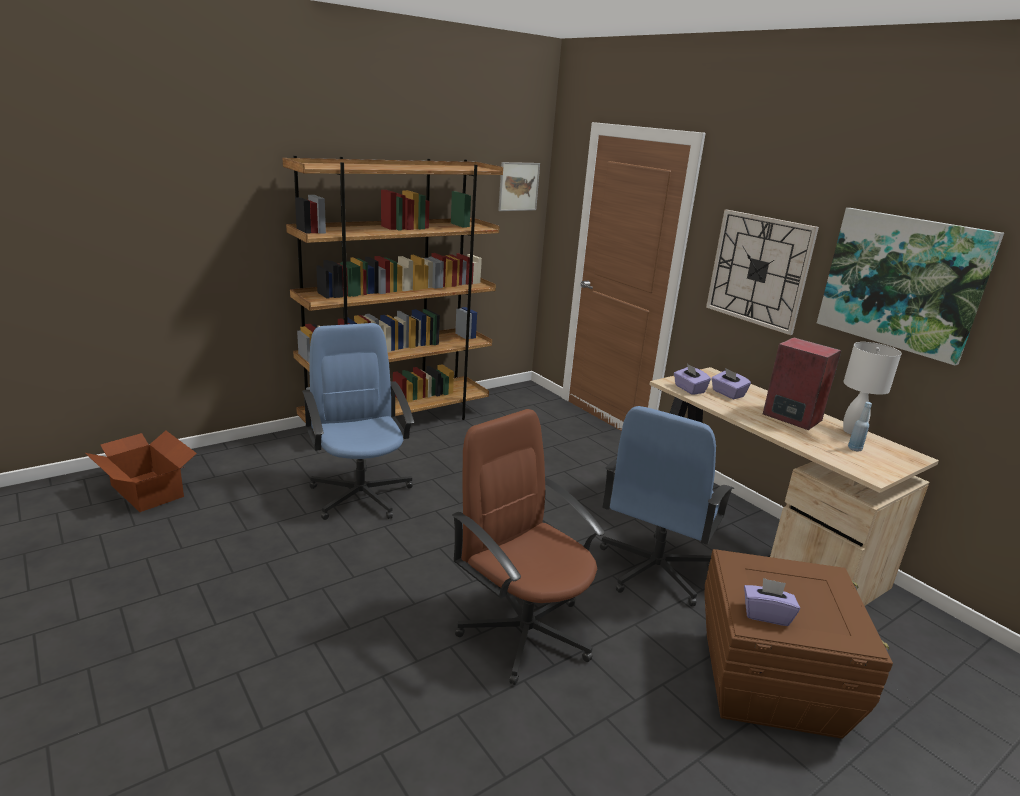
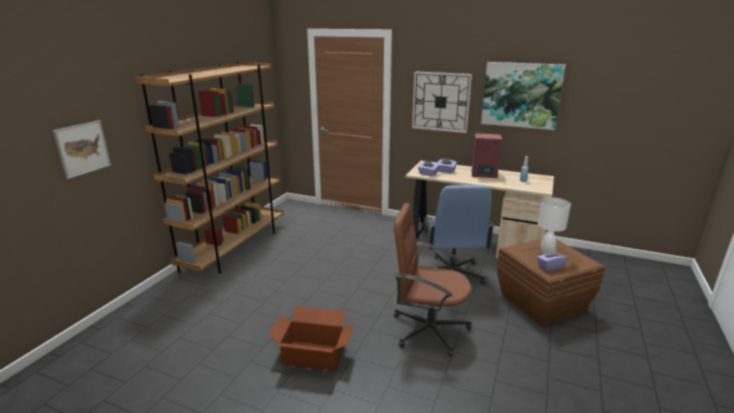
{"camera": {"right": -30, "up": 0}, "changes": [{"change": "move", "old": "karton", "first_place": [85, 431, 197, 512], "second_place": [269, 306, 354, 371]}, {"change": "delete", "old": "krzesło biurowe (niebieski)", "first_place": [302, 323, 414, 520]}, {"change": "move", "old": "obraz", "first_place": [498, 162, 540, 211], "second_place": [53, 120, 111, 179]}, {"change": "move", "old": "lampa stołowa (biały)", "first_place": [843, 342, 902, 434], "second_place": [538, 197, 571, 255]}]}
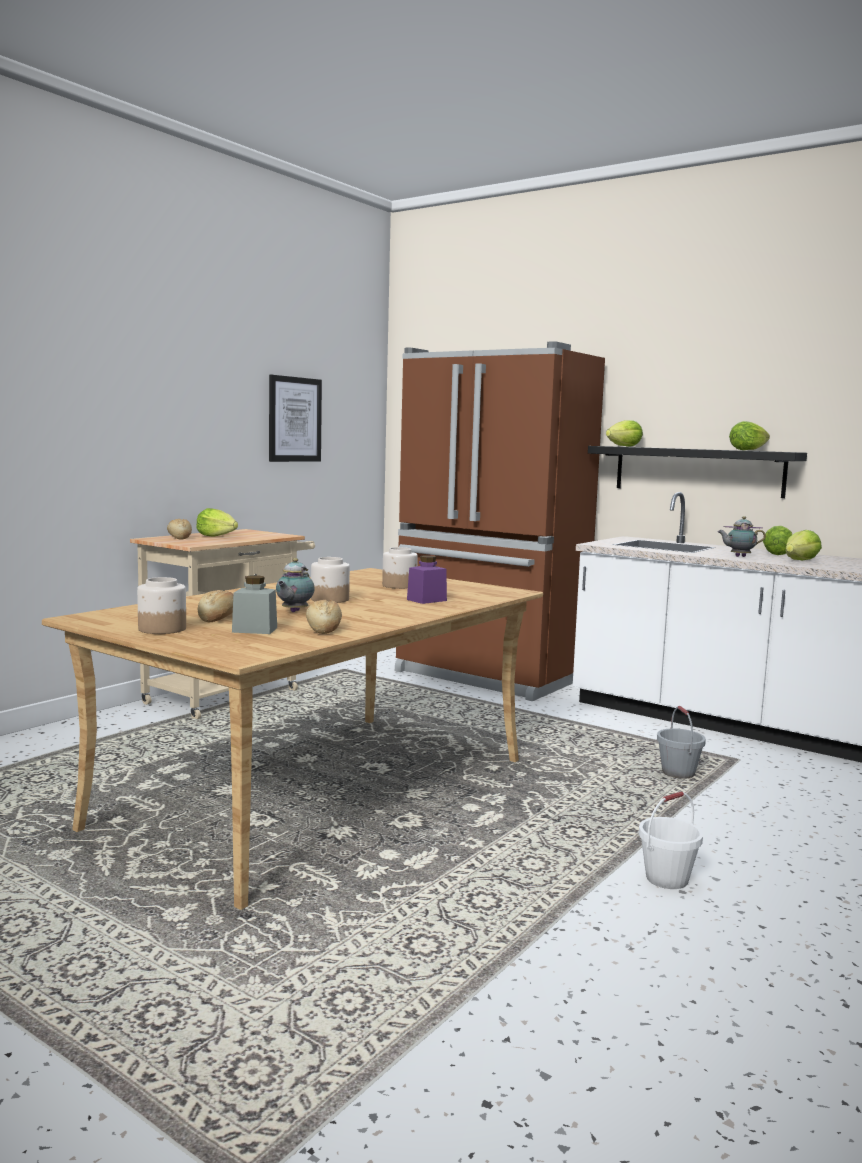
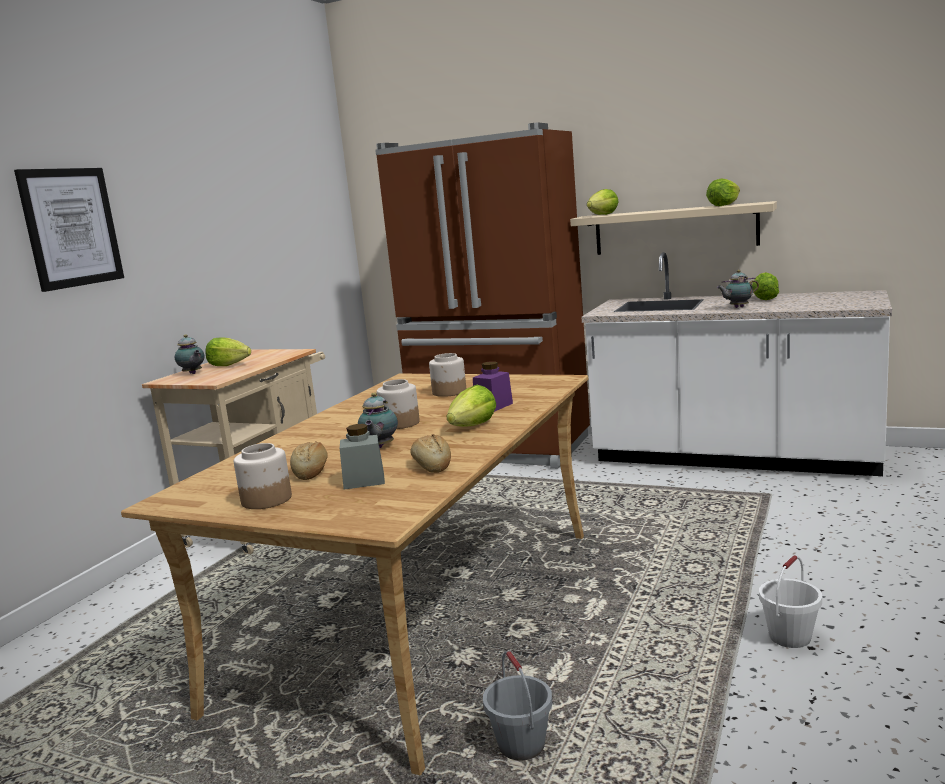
{"camera": {"right": -10, "up": 5}, "changes": [{"change": "replace", "old": "chleb", "new": "imbryk", "first_place": [167, 519, 192, 540], "second_place": [175, 334, 205, 374]}, {"change": "move", "old": "obraz", "first_place": [269, 375, 322, 462], "second_place": [14, 168, 124, 292]}, {"change": "recolor", "old": "półka (czarny)", "new": "półka (beżowy)", "first_place": [588, 446, 807, 498], "second_place": [570, 201, 777, 255]}, {"change": "move", "old": "wiadro (szary)", "first_place": [657, 706, 706, 779], "second_place": [483, 651, 552, 761]}, {"change": "move", "old": "sałata", "first_place": [786, 530, 822, 560], "second_place": [447, 385, 496, 427]}]}
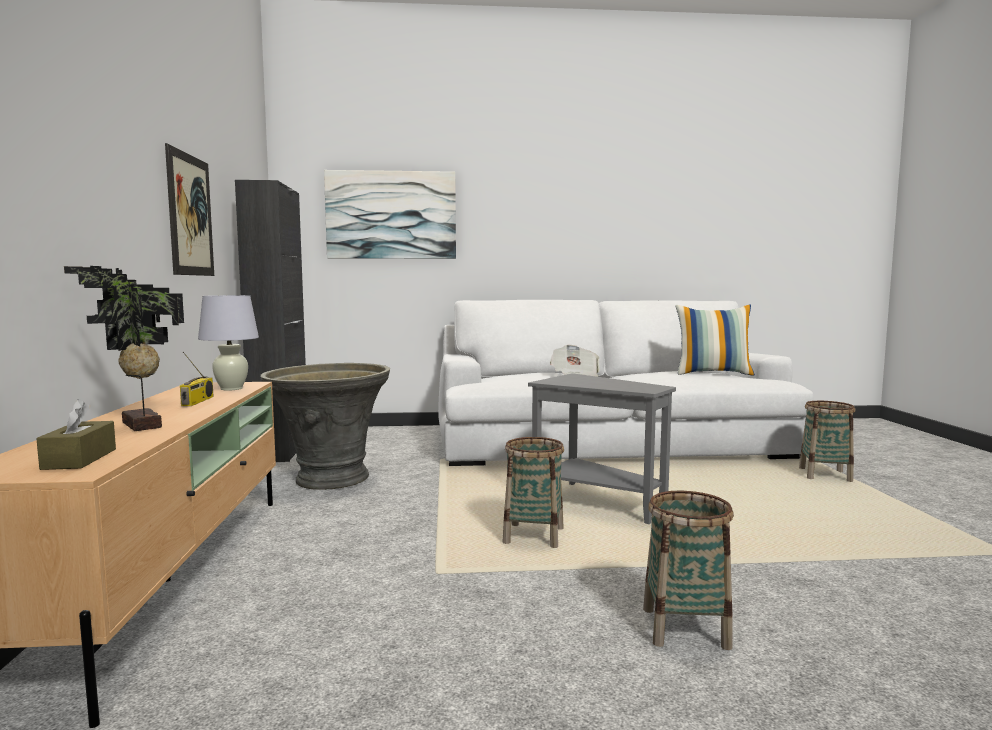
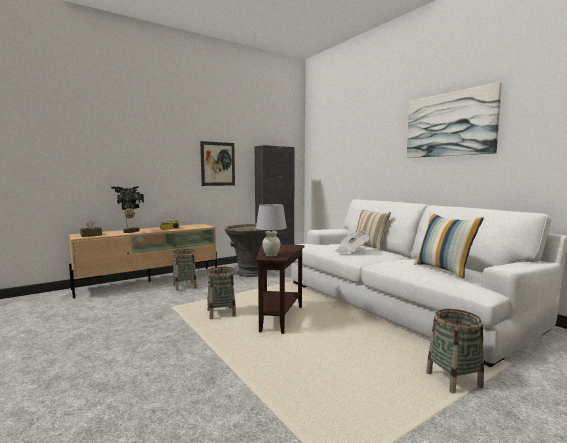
{"camera": {"right": 60, "up": 0}, "changes": [{"change": "move", "old": "lampa stołowa (biały)", "first_place": [198, 295, 259, 391], "second_place": [256, 204, 287, 257]}, {"change": "move", "old": "obraz", "first_place": [324, 170, 456, 259], "second_place": [407, 82, 502, 158]}, {"change": "recolor", "old": "stolik (szary)", "new": "stolik (brązowy)", "first_place": [528, 373, 676, 524], "second_place": [256, 244, 304, 334]}, {"change": "move", "old": "koszyk", "first_place": [643, 491, 734, 650], "second_place": [172, 249, 197, 291]}, {"change": "insert", "new": "poduszka (beżowy)", "second_place": [356, 209, 391, 250]}]}
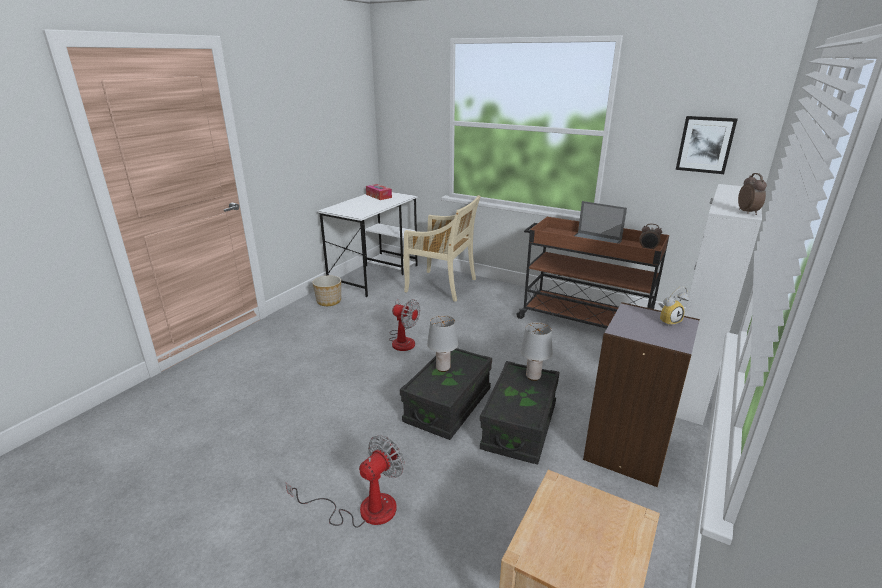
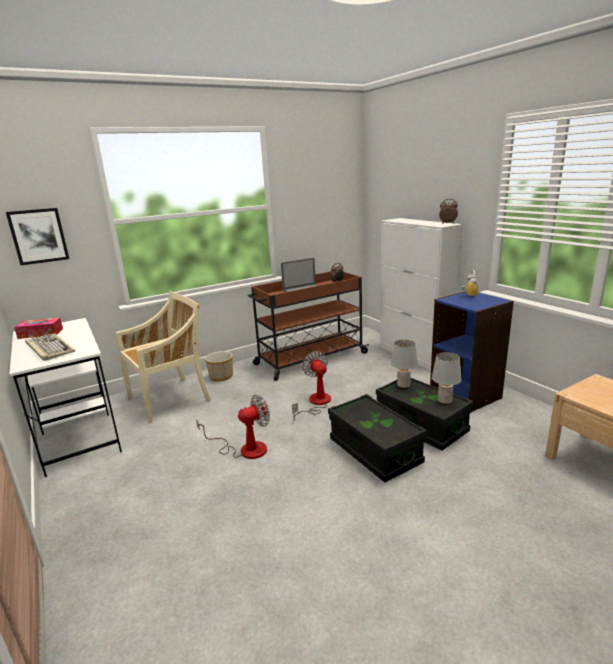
{"camera": {"right": -60, "up": -5}, "changes": [{"change": "move", "old": "wentylator", "first_place": [285, 435, 405, 528], "second_place": [292, 351, 331, 418]}, {"change": "move", "old": "donica", "first_place": [312, 275, 341, 306], "second_place": [205, 351, 233, 381]}, {"change": "move", "old": "lampa stołowa (szary)", "first_place": [427, 315, 458, 372], "second_place": [432, 352, 462, 405]}, {"change": "recolor", "old": "regał (szary)", "new": "regał (niebieski)", "first_place": [583, 302, 700, 487], "second_place": [430, 291, 514, 412]}, {"change": "move", "old": "obraz", "first_place": [676, 116, 738, 174], "second_place": [6, 208, 69, 265]}, {"change": "insert", "new": "klawiatura", "second_place": [25, 333, 75, 361]}]}
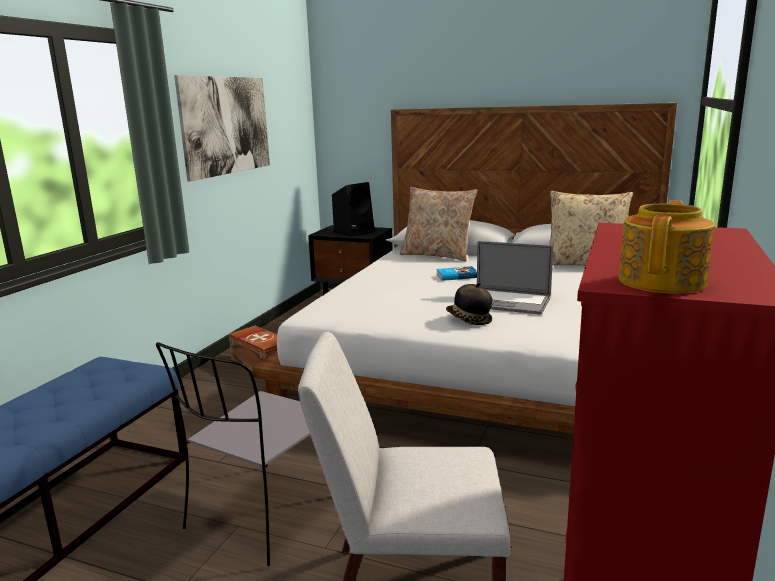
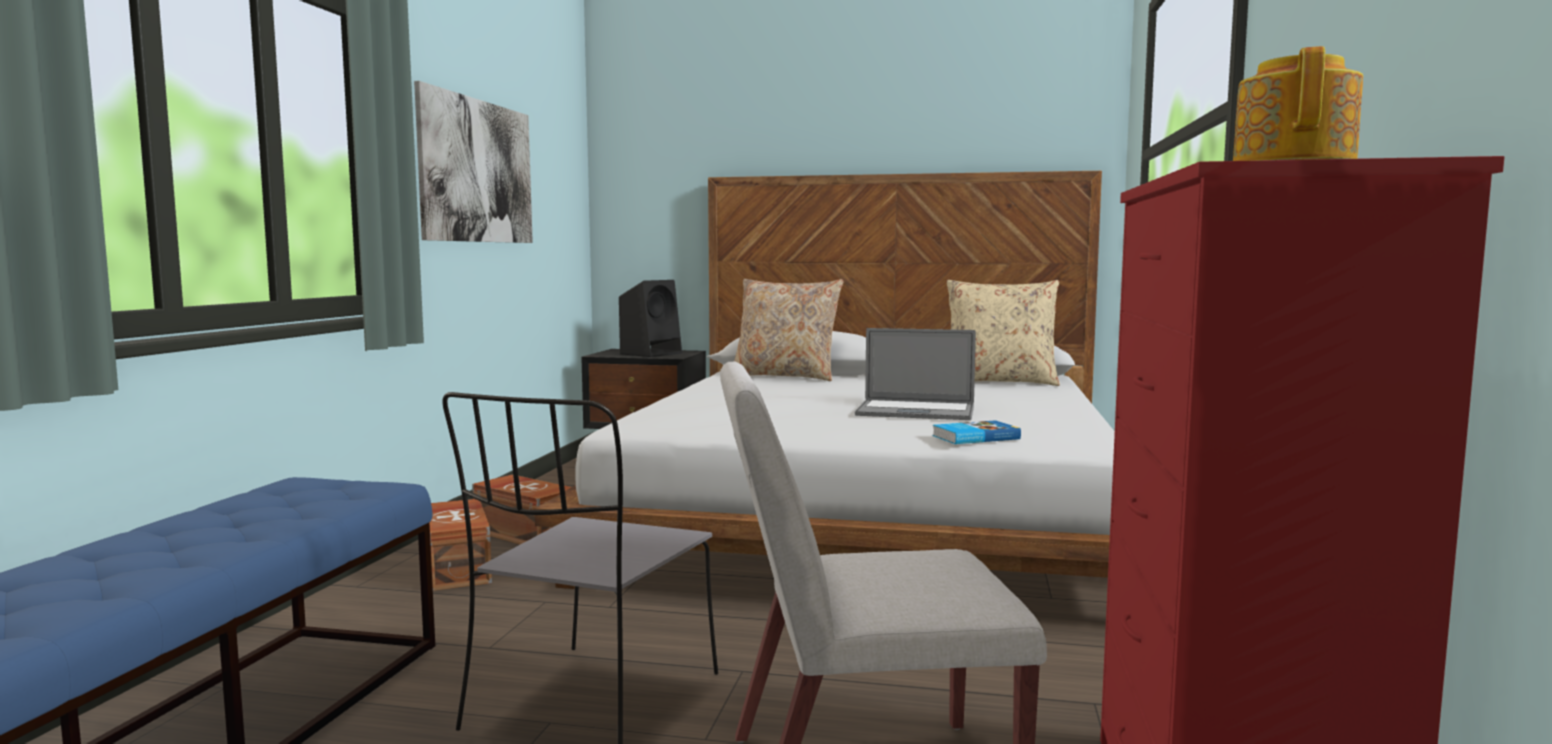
{"camera": {"right": -10, "up": -10}, "changes": [{"change": "move", "old": "książka", "first_place": [436, 266, 477, 281], "second_place": [932, 420, 1021, 444]}, {"change": "delete", "old": "kapelusz", "first_place": [446, 282, 492, 325]}, {"change": "insert", "new": "pojemnik do przechowywania (brązowy)", "second_place": [430, 499, 492, 591]}]}
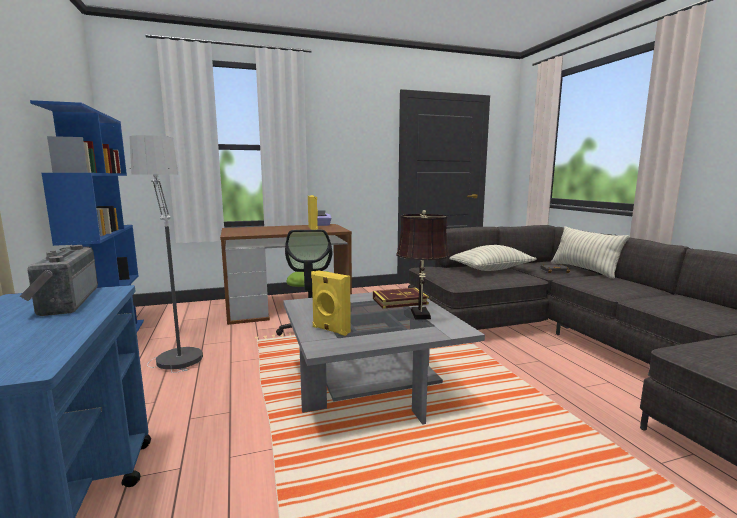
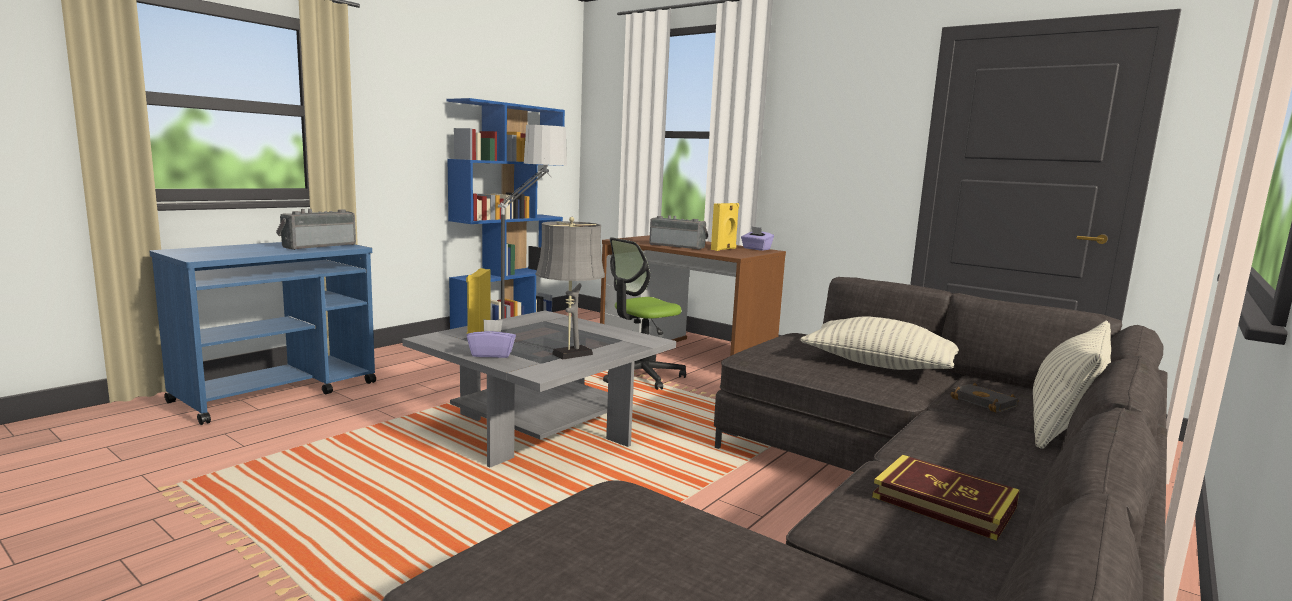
{"camera": {"right": 55, "up": 0}, "changes": [{"change": "move", "old": "książka", "first_place": [373, 288, 429, 309], "second_place": [872, 455, 1020, 541]}, {"change": "recolor", "old": "lampa stołowa (brązowy)", "new": "lampa stołowa (szary)", "first_place": [396, 210, 450, 320], "second_place": [535, 217, 605, 359]}, {"change": "insert", "new": "pudełko chusteczek (fioletowy)", "second_place": [467, 319, 516, 358]}, {"change": "insert", "new": "radio", "second_place": [649, 215, 708, 250]}]}
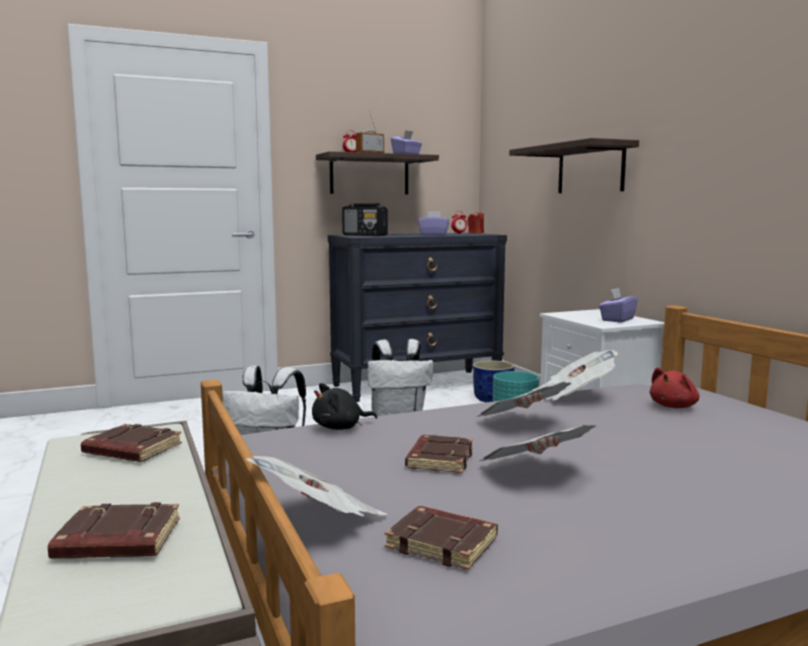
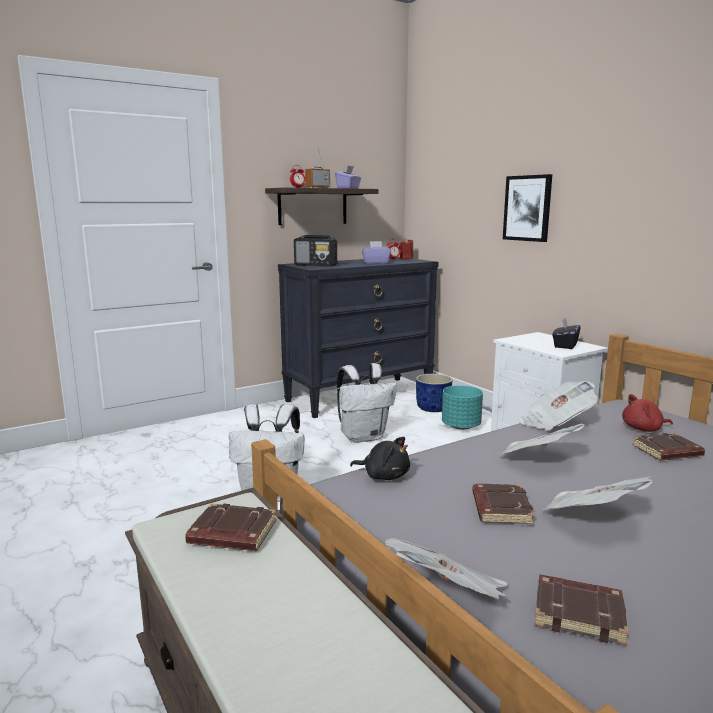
{"camera": {"right": -10, "up": 5}, "changes": [{"change": "move", "old": "książka (brązowy)", "first_place": [48, 502, 180, 558], "second_place": [632, 433, 705, 460]}, {"change": "rotate", "old": "pluszak (czarny)", "first_place": [312, 383, 377, 430], "second_place": [350, 437, 410, 480], "degrees": -120}, {"change": "replace", "old": "półka", "new": "obraz", "first_place": [509, 138, 639, 193], "second_place": [503, 174, 552, 242]}, {"change": "recolor", "old": "pudełko chusteczek (fioletowy)", "new": "pudełko chusteczek (czarny)", "first_place": [599, 288, 638, 323], "second_place": [552, 318, 581, 349]}, {"change": "rotate", "old": "pluszak (czerwony)", "first_place": [649, 367, 699, 408], "second_place": [622, 394, 673, 432], "degrees": 45}]}
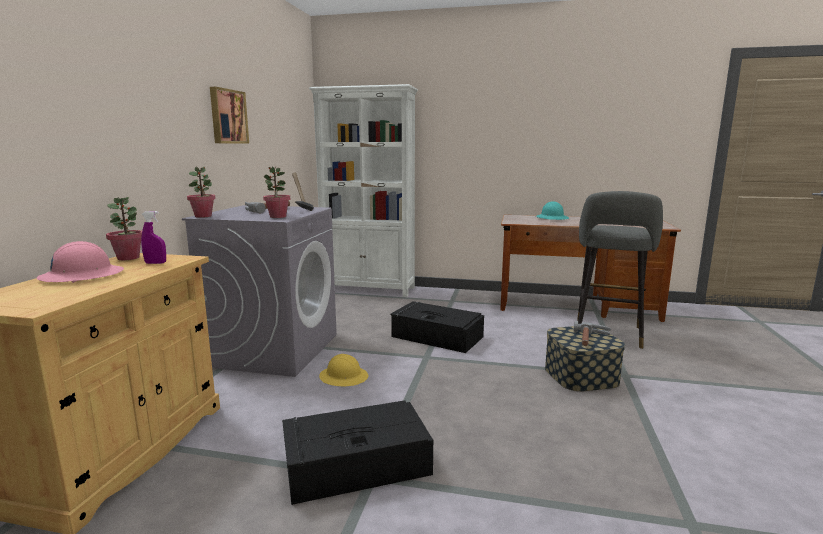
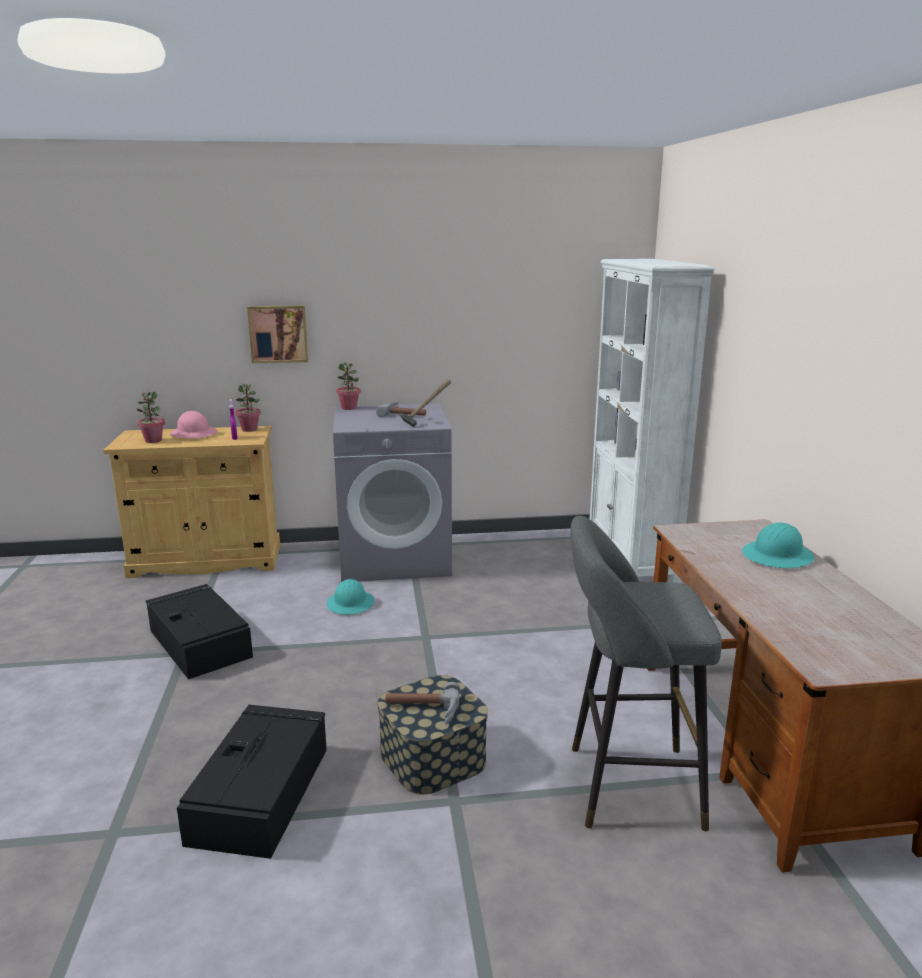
{"camera": {"right": 70, "up": 5}, "changes": [{"change": "move", "old": "obraz", "first_place": [210, 87, 249, 144], "second_place": [247, 305, 308, 363]}, {"change": "move", "old": "roślina doniczkowa", "first_place": [263, 167, 291, 218], "second_place": [137, 392, 165, 443]}, {"change": "recolor", "old": "kask (żółty)", "new": "kask (turkusowy)", "first_place": [319, 354, 368, 387], "second_place": [326, 579, 374, 615]}, {"change": "move", "old": "pojemnik do przechowywania (czarny)", "first_place": [391, 301, 484, 353], "second_place": [177, 705, 327, 859]}]}
